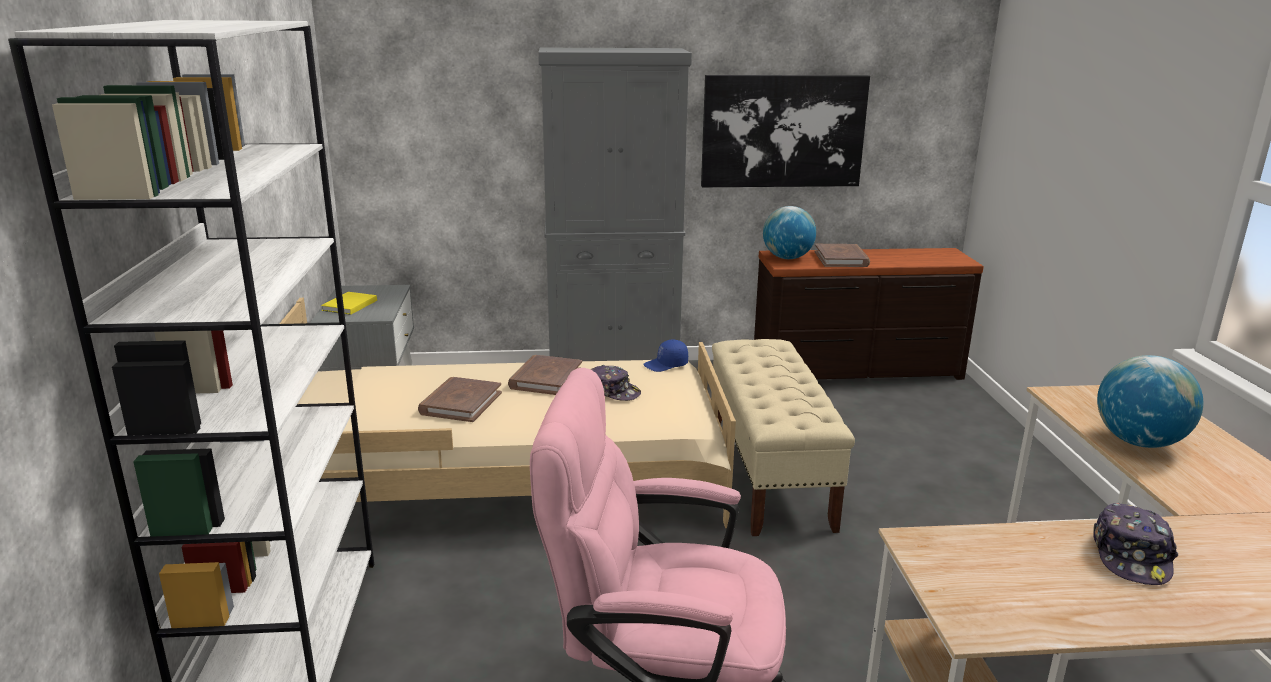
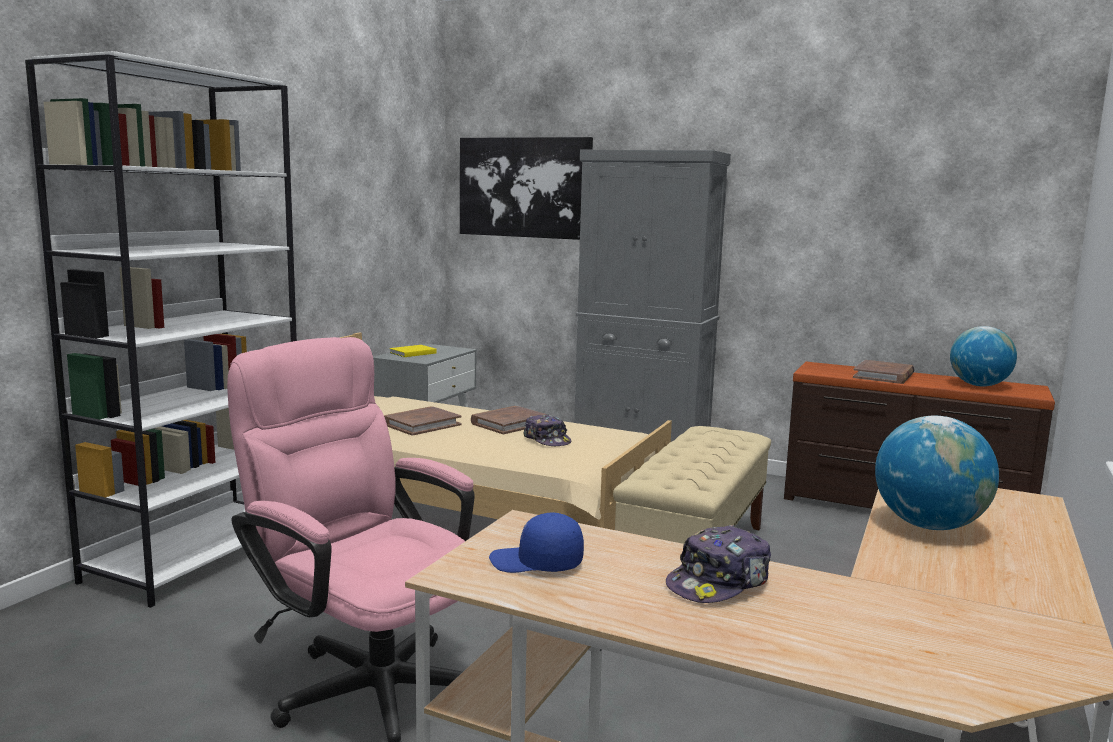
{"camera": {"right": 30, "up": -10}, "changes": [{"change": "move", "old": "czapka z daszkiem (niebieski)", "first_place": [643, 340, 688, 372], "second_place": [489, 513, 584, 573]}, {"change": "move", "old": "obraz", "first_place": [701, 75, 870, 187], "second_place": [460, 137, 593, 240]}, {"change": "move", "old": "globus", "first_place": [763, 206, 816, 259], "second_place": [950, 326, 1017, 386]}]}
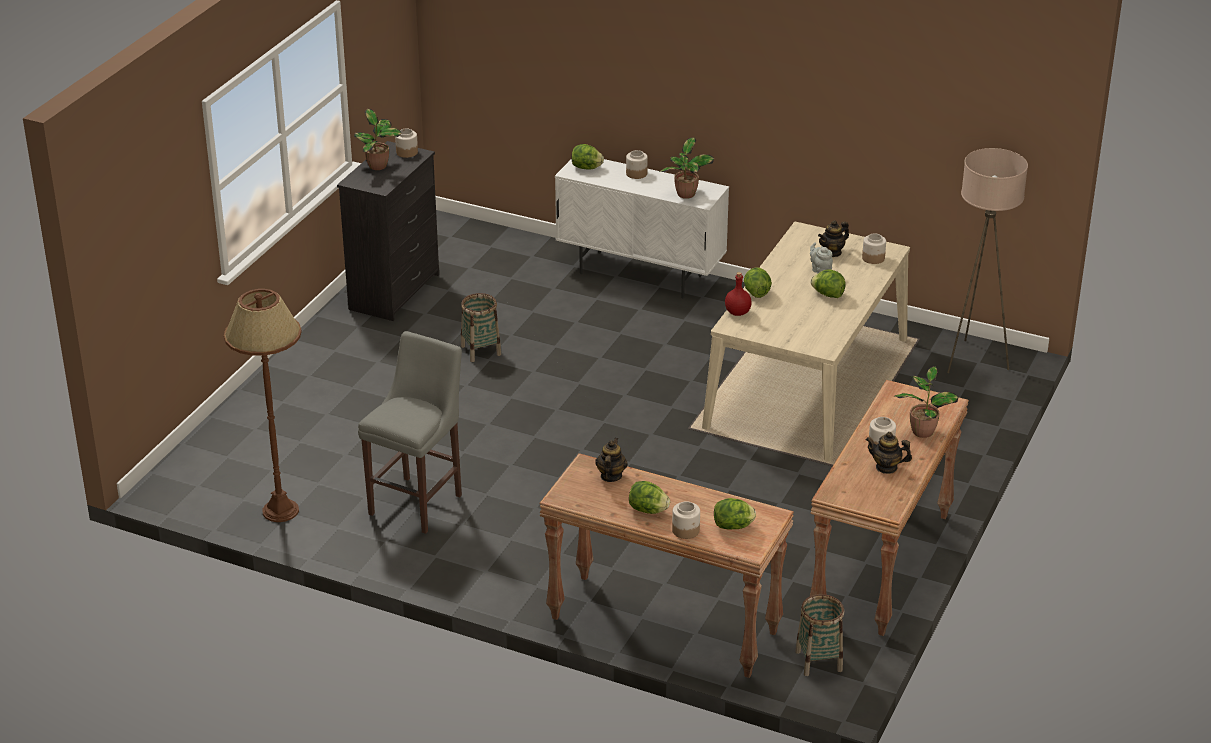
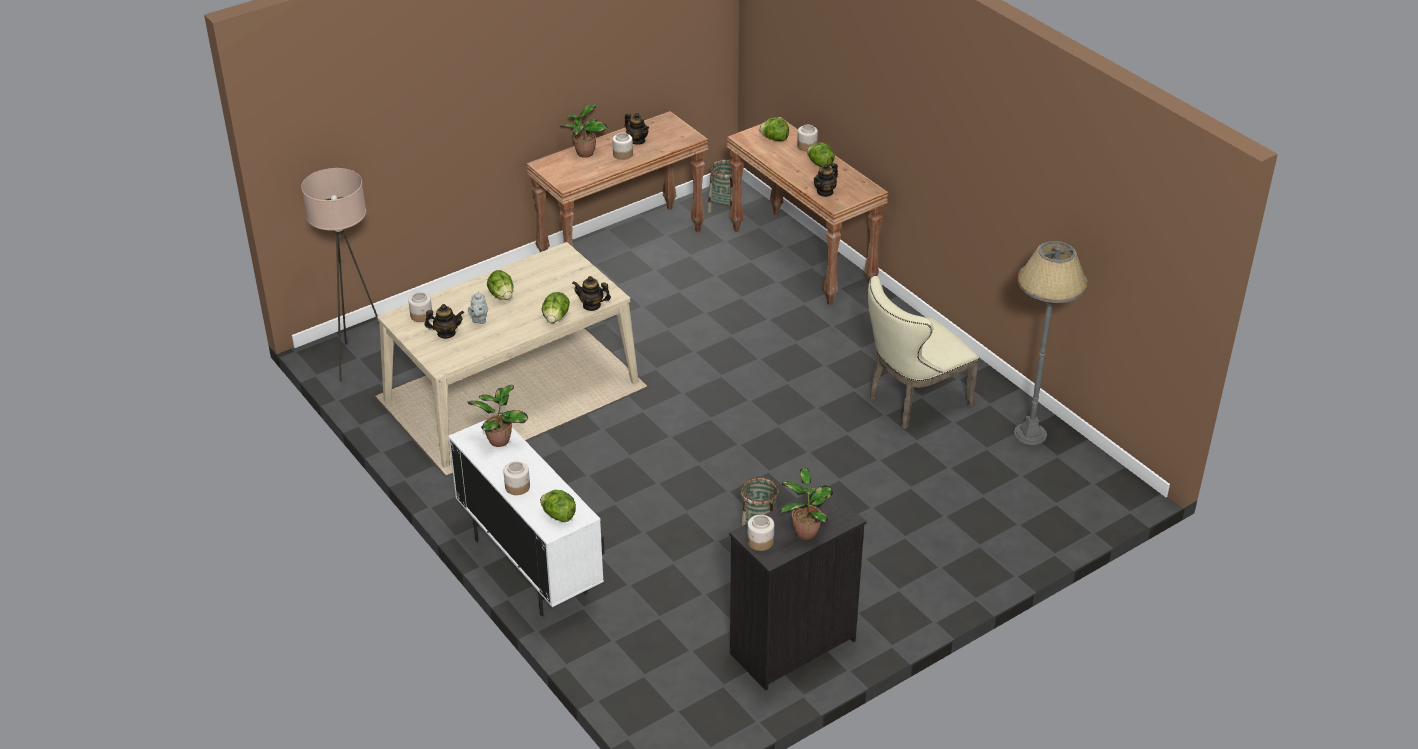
{"camera": {"right": -150, "up": 5}, "changes": [{"change": "recolor", "old": "lampa stojąca (brązowy)", "new": "lampa stojąca (szary)", "first_place": [224, 289, 302, 522], "second_place": [1014, 241, 1088, 445]}, {"change": "replace", "old": "stołek (szary)", "new": "krzesło (beżowy)", "first_place": [358, 331, 462, 534], "second_place": [868, 276, 979, 429]}, {"change": "replace", "old": "butelka (czerwony)", "new": "imbryk", "first_place": [725, 272, 752, 316], "second_place": [572, 276, 611, 311]}]}
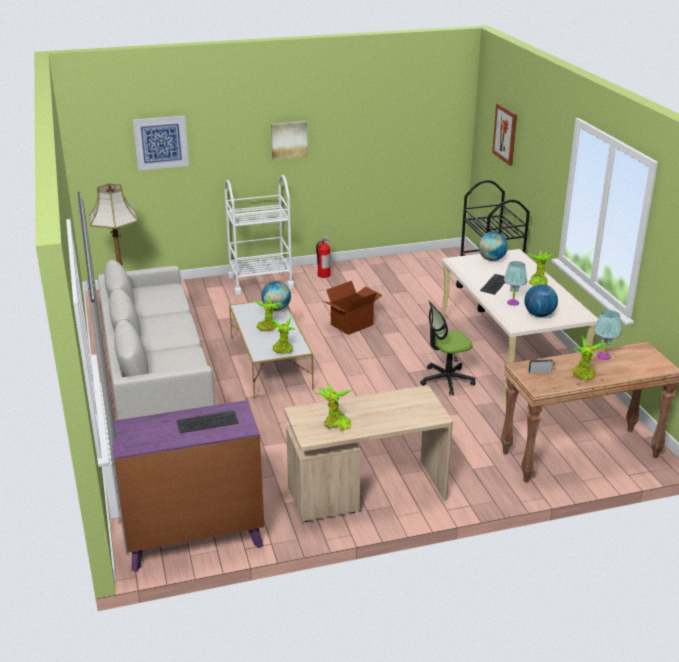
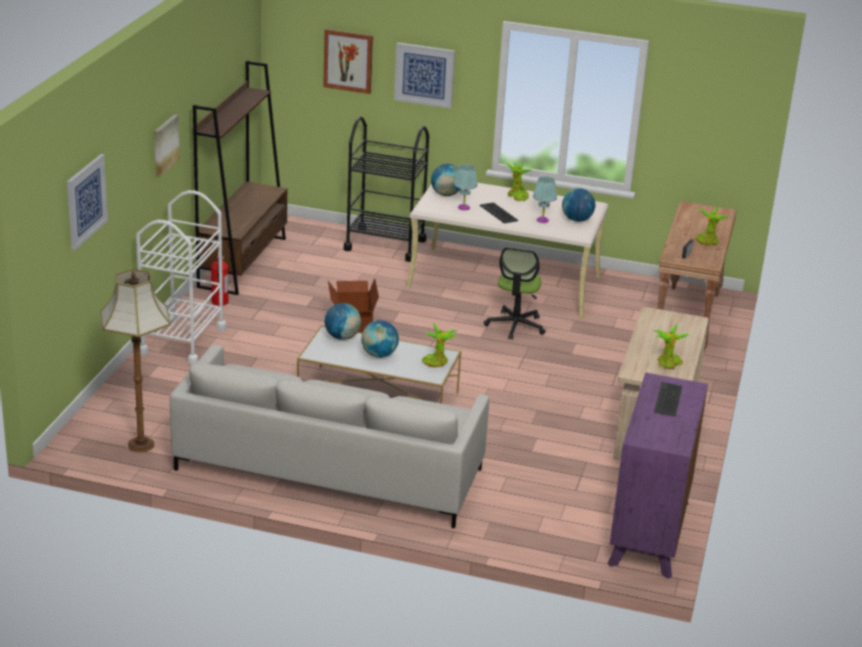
{"camera": {"right": -60, "up": 0}, "changes": [{"change": "replace", "old": "roślina doniczkowa", "new": "globus", "first_place": [254, 295, 282, 331], "second_place": [361, 320, 399, 358]}, {"change": "move", "old": "lampa stołowa (turkusowy)", "first_place": [594, 310, 621, 360], "second_place": [454, 164, 478, 210]}, {"change": "insert", "new": "regał (brązowy)", "second_place": [193, 60, 287, 295]}, {"change": "insert", "new": "obraz", "second_place": [394, 42, 455, 108]}]}
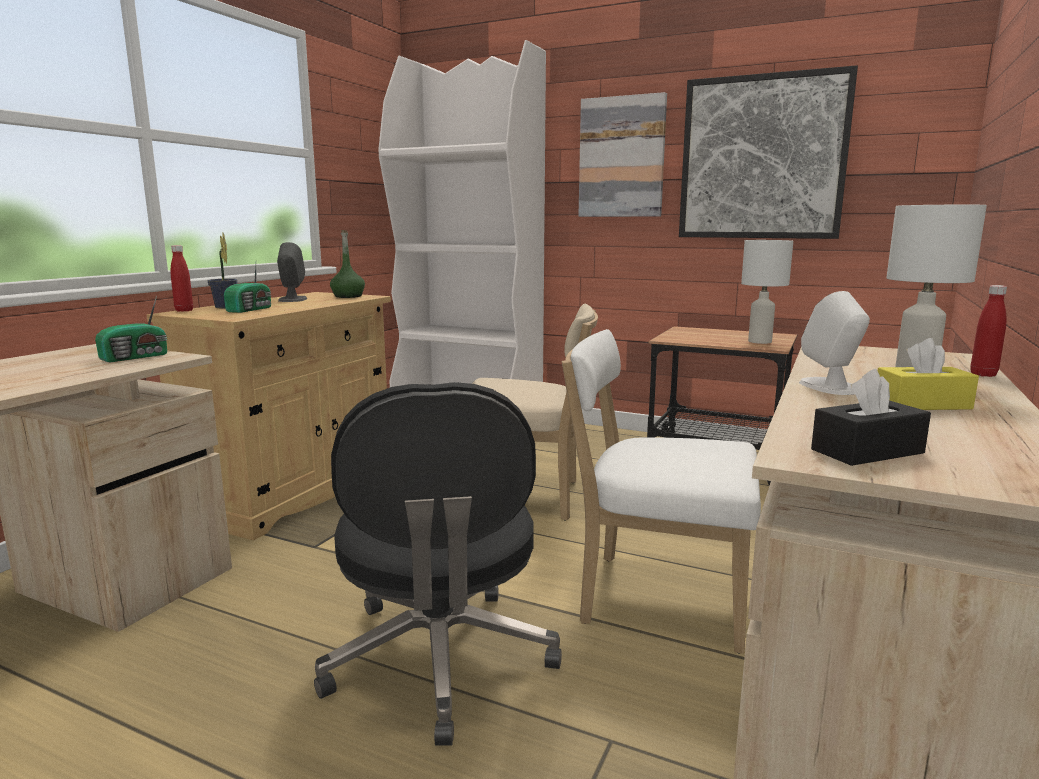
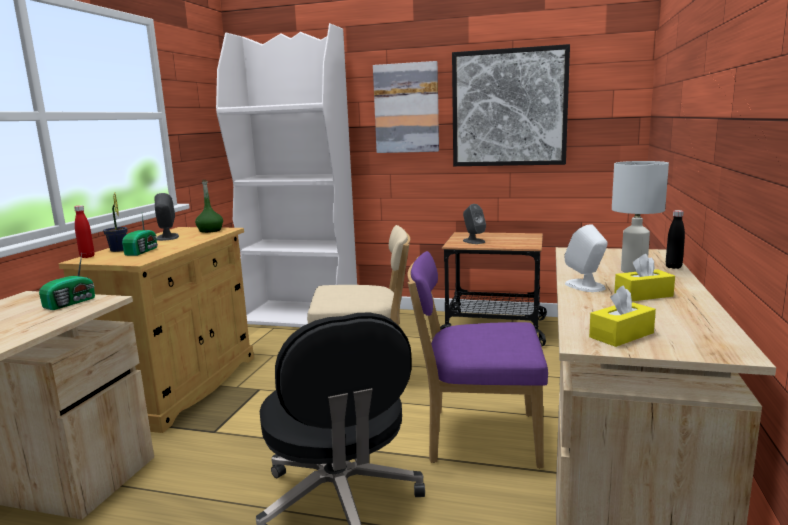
{"camera": {"right": -10, "up": 0}, "changes": [{"change": "recolor", "old": "krzesło (biały)", "new": "krzesło (fioletowy)", "first_place": [562, 329, 761, 654], "second_place": [407, 251, 548, 468]}, {"change": "delete", "old": "lampa stołowa (biały)", "first_place": [741, 240, 793, 344]}, {"change": "recolor", "old": "pudełko chusteczek (czarny)", "new": "pudełko chusteczek (żółty)", "first_place": [811, 369, 931, 466], "second_place": [589, 285, 656, 347]}, {"change": "recolor", "old": "butelka (czerwony)", "new": "butelka (czarny)", "first_place": [970, 285, 1007, 377], "second_place": [666, 210, 685, 269]}, {"change": "insert", "new": "głośnik (szary)", "second_place": [463, 204, 486, 244]}]}
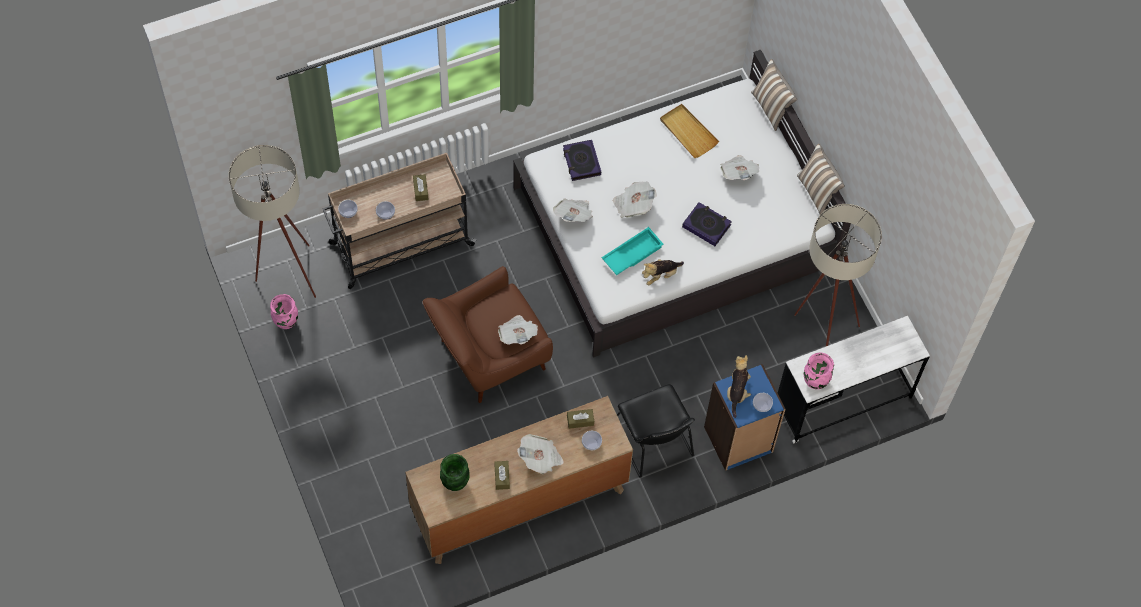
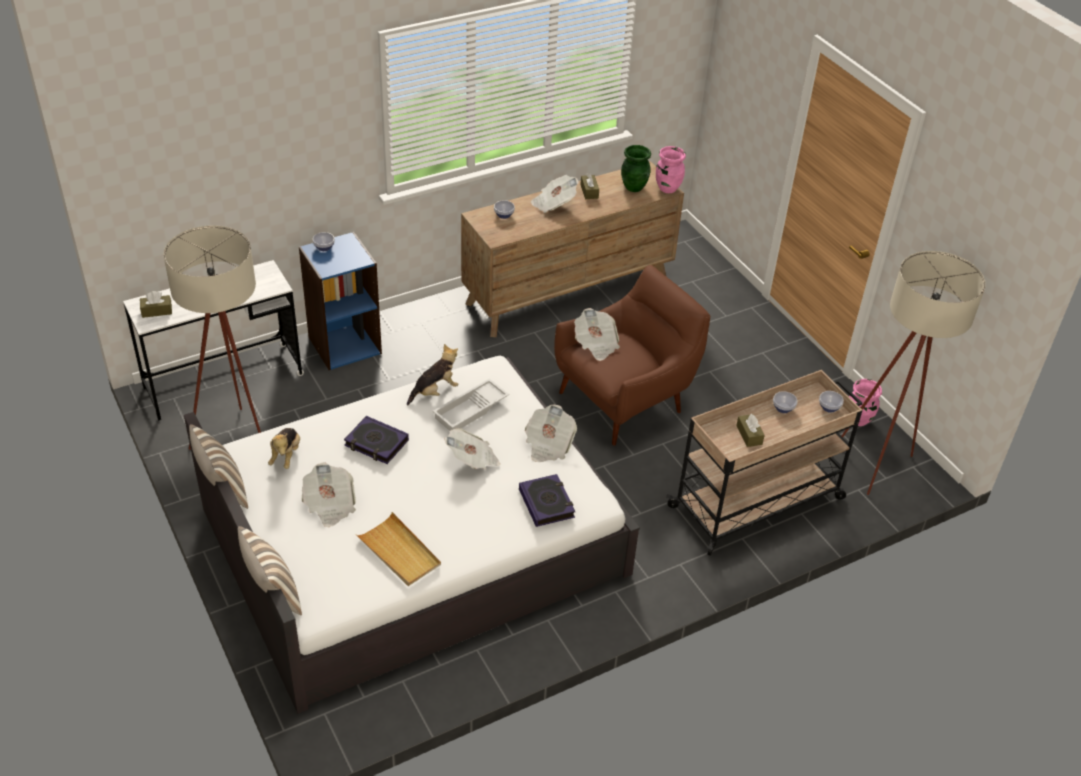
{"camera": {"right": 175, "up": -20}, "changes": [{"change": "move", "old": "pudełko chusteczek (brązowy)", "first_place": [567, 409, 594, 429], "second_place": [140, 291, 172, 318]}, {"change": "recolor", "old": "taca (turkusowy)", "new": "taca (biały)", "first_place": [602, 227, 664, 275], "second_place": [433, 379, 509, 431]}, {"change": "delete", "old": "krzesło (czarny)", "first_place": [617, 384, 695, 478]}, {"change": "move", "old": "pluszak", "first_place": [727, 355, 751, 418], "second_place": [268, 428, 300, 469]}, {"change": "move", "old": "wazon (różowy)", "first_place": [804, 352, 834, 390], "second_place": [656, 146, 686, 193]}]}
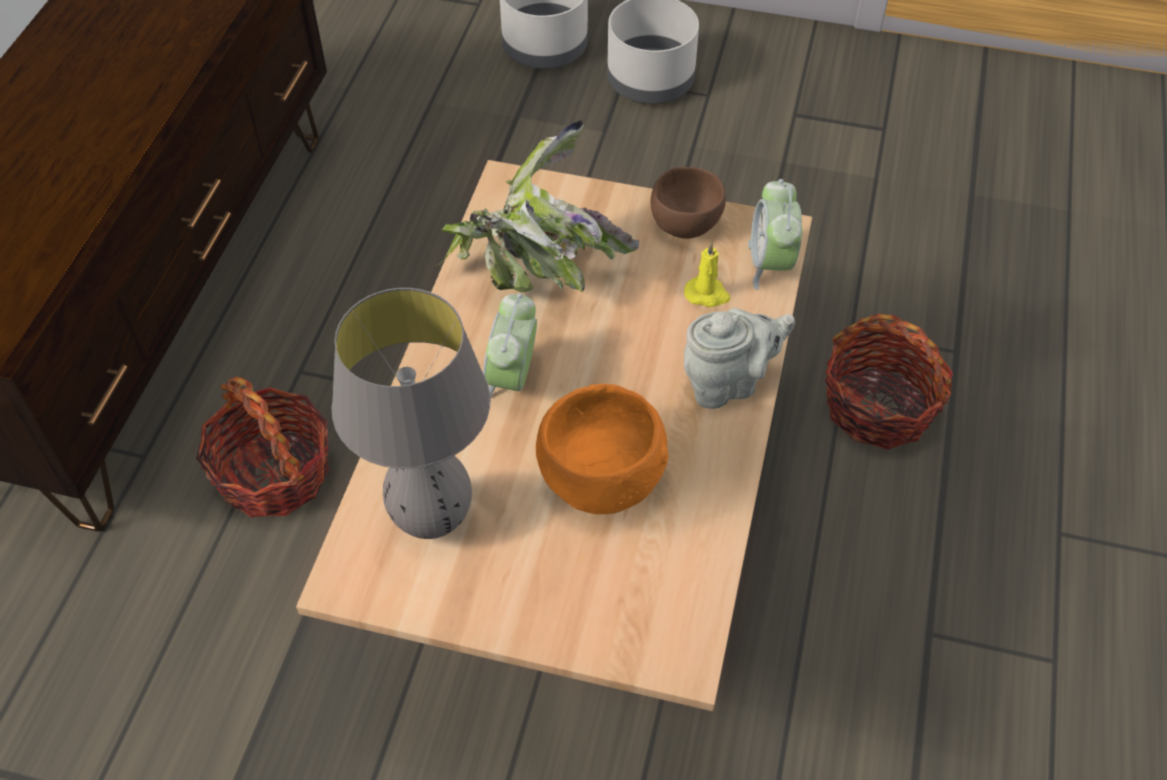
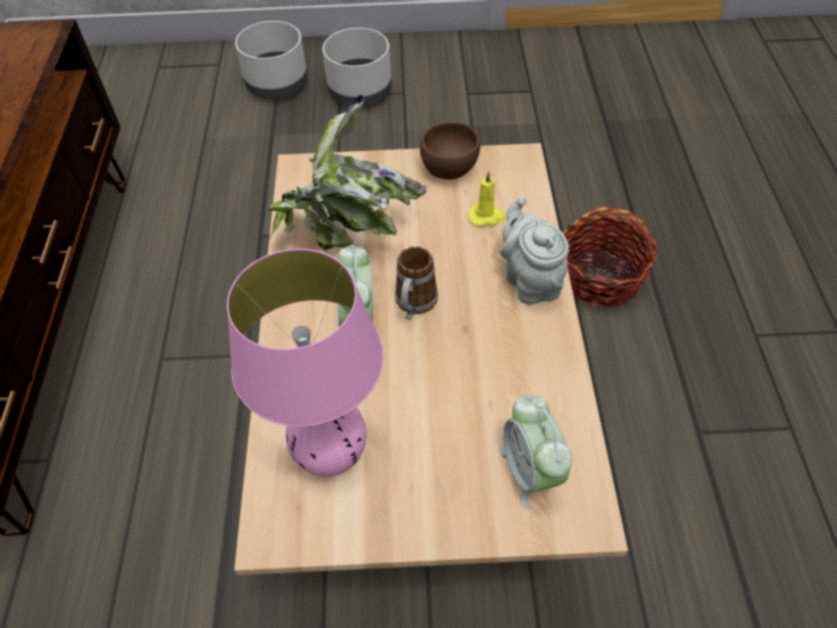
{"camera": {"right": -15, "up": 0}, "changes": [{"change": "delete", "old": "koszyk", "first_place": [196, 377, 329, 517]}, {"change": "recolor", "old": "lampa stołowa (szary)", "new": "lampa stołowa (różowy)", "first_place": [331, 288, 491, 539], "second_place": [227, 249, 383, 477]}, {"change": "delete", "old": "miska (pomarańczowy)", "first_place": [535, 384, 668, 514]}, {"change": "rotate", "old": "imbryk (szary)", "first_place": [684, 308, 795, 409], "second_place": [500, 197, 569, 304], "degrees": -75}, {"change": "move", "old": "budzik", "first_place": [748, 179, 803, 290], "second_place": [499, 395, 572, 510]}, {"change": "insert", "new": "kubek", "second_place": [395, 246, 438, 320]}]}
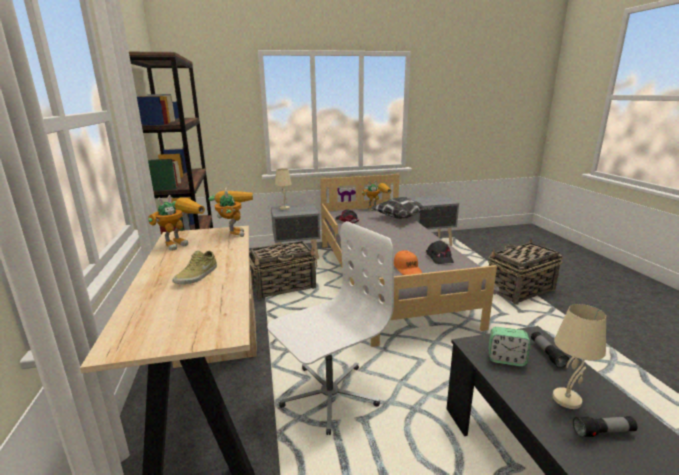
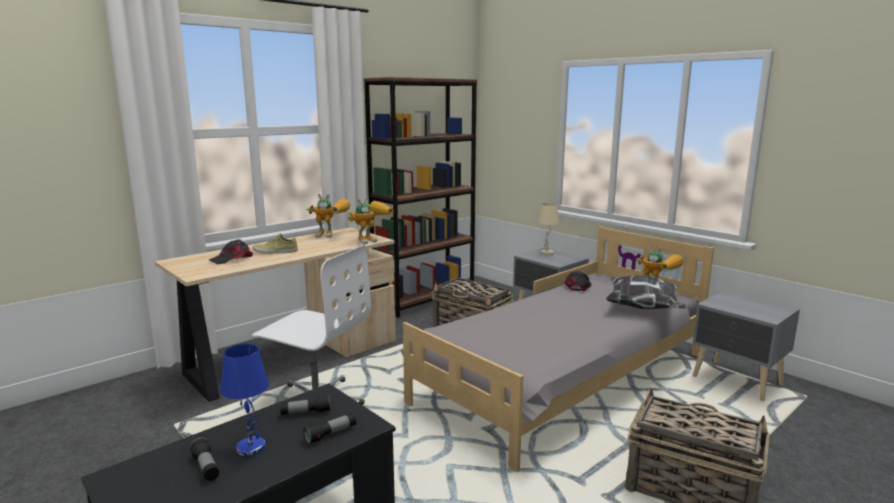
{"camera": {"right": 60, "up": -5}, "changes": [{"change": "delete", "old": "czapka z daszkiem (pomarańczowy)", "first_place": [394, 250, 422, 275]}, {"change": "move", "old": "czapka z daszkiem (czarny)", "first_place": [426, 241, 454, 264], "second_place": [209, 239, 253, 264]}, {"change": "replace", "old": "budzik", "new": "latarka", "first_place": [488, 327, 531, 367], "second_place": [280, 395, 331, 415]}, {"change": "recolor", "old": "lampa stołowa (beżowy)", "new": "lampa stołowa (niebieski)", "first_place": [552, 304, 606, 409], "second_place": [220, 344, 269, 456]}]}
